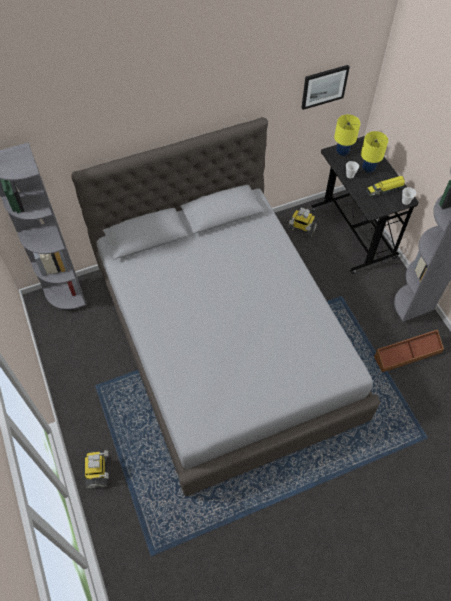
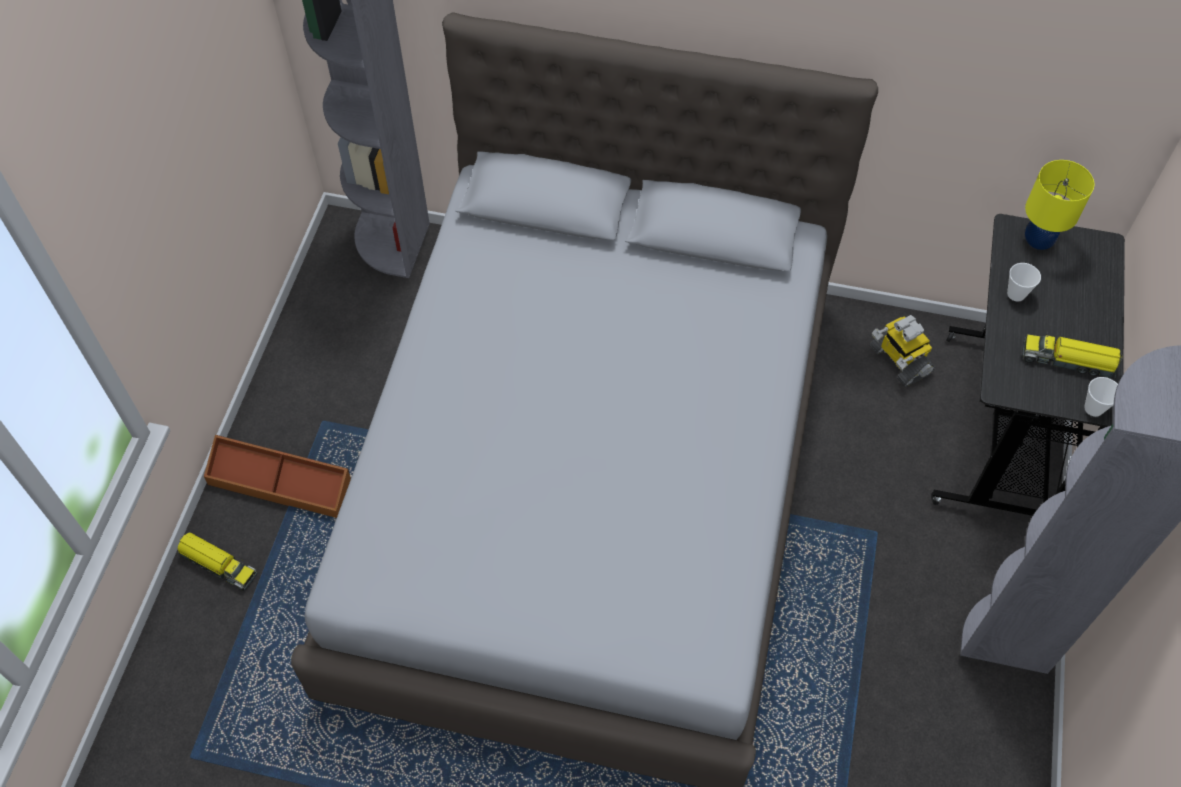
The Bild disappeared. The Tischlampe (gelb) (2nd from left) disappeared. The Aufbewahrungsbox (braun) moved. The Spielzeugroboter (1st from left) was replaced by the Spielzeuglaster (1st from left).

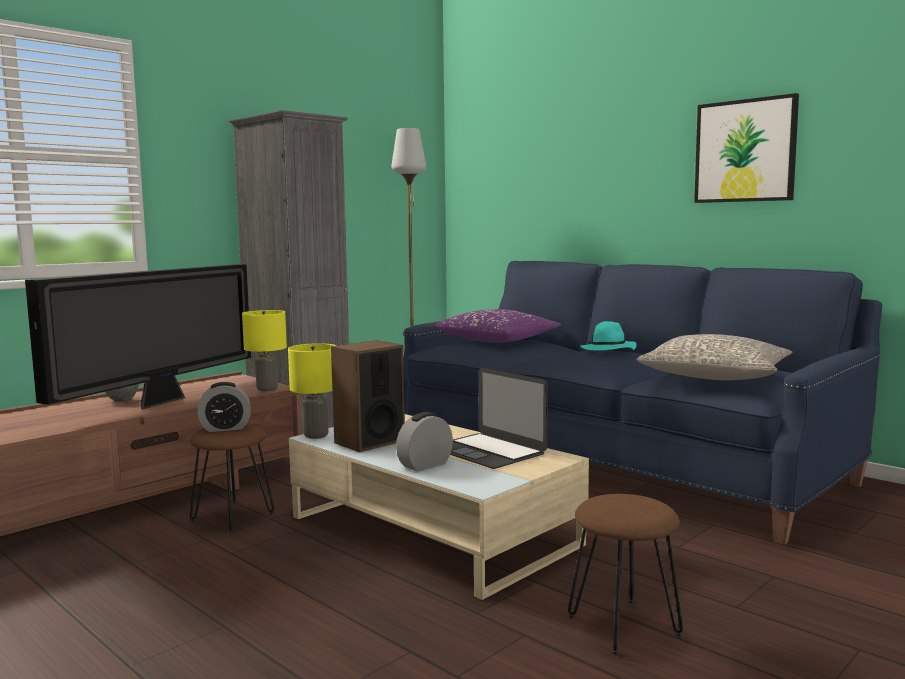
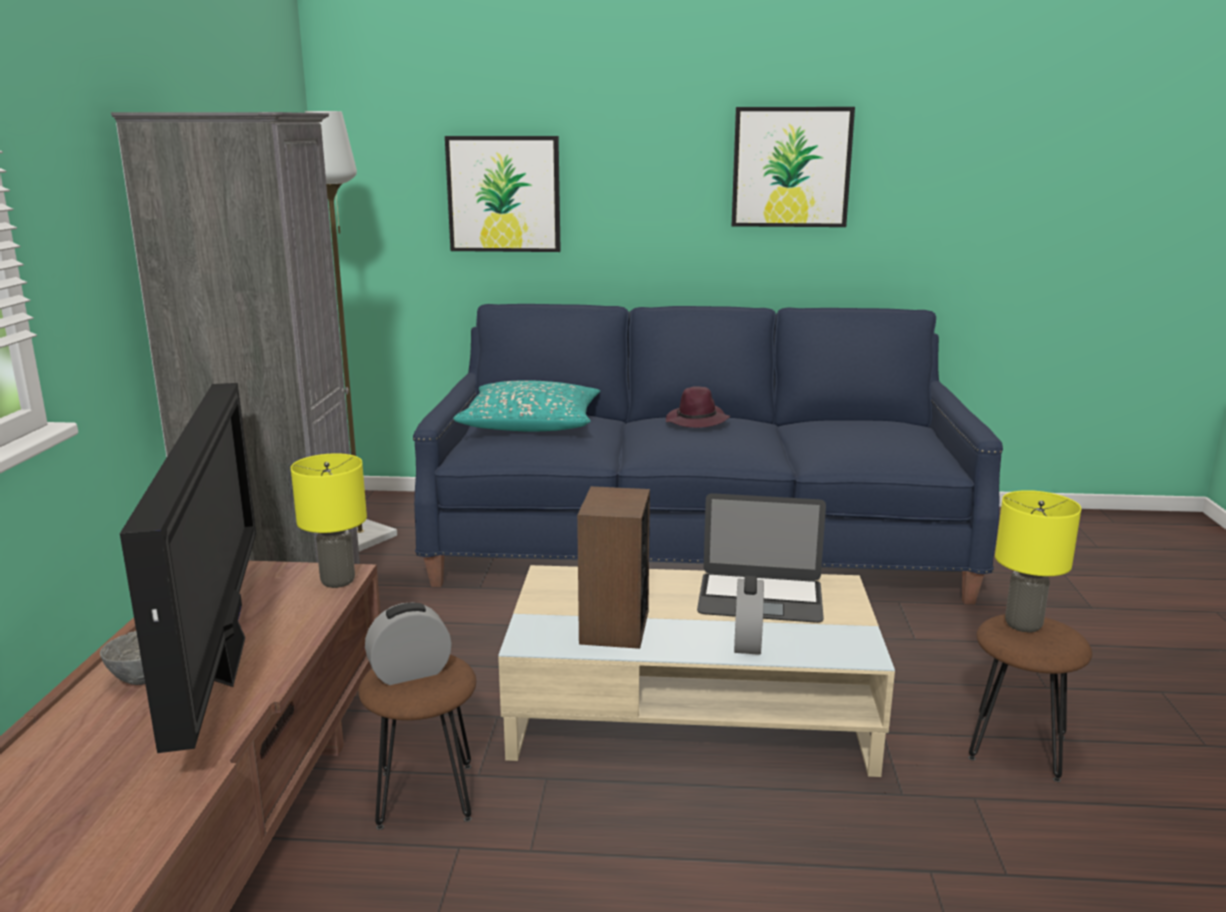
The Kissen (grau) disappeared. The Bild (1st from left) appeared. The Tischlampe (gelb) (2nd from left) moved. The Kissen (lila) became the Kissen (türkis). The Hut (türkis) became the Hut (lila). The Wecker (1st from left) turned 150 degrees counterclockwise.

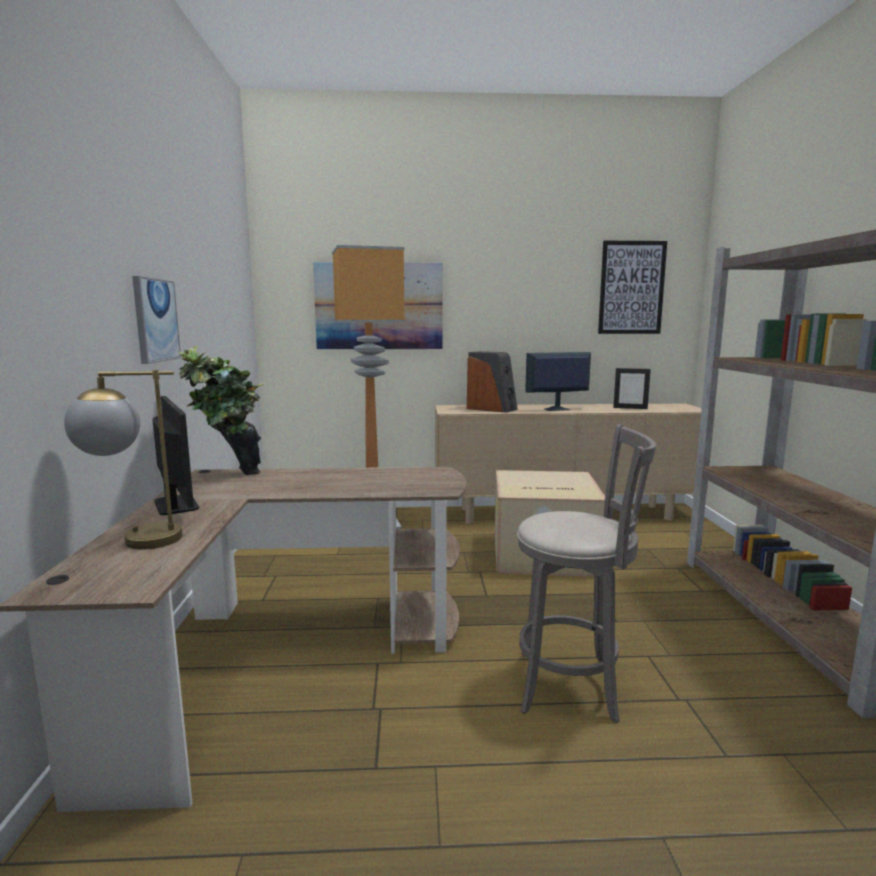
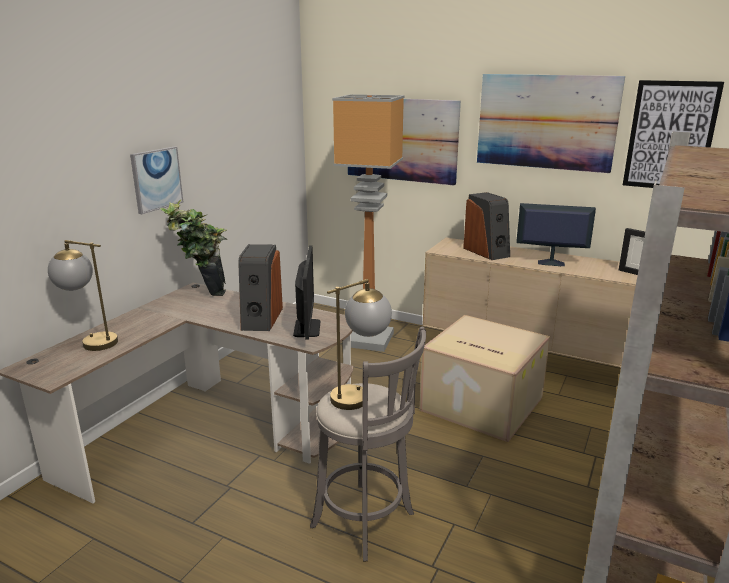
The Lautsprecher (1st from left) appeared. The Tischlampe (2nd from left) appeared. The Bild (3rd from left) appeared. The Monitor (1st from left) moved.

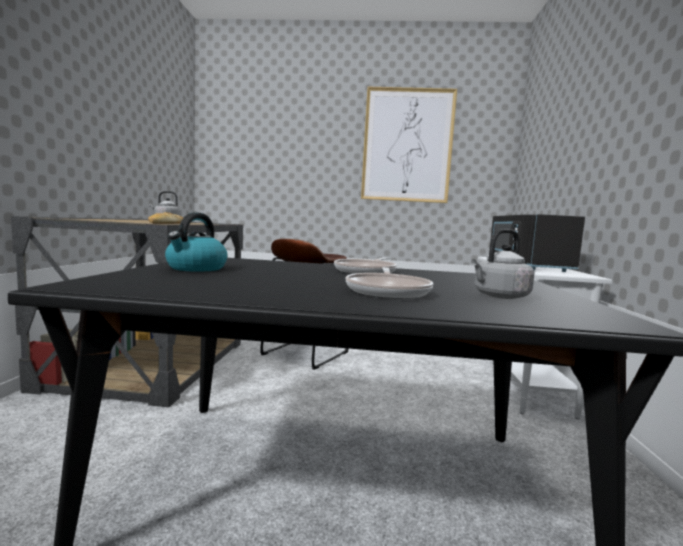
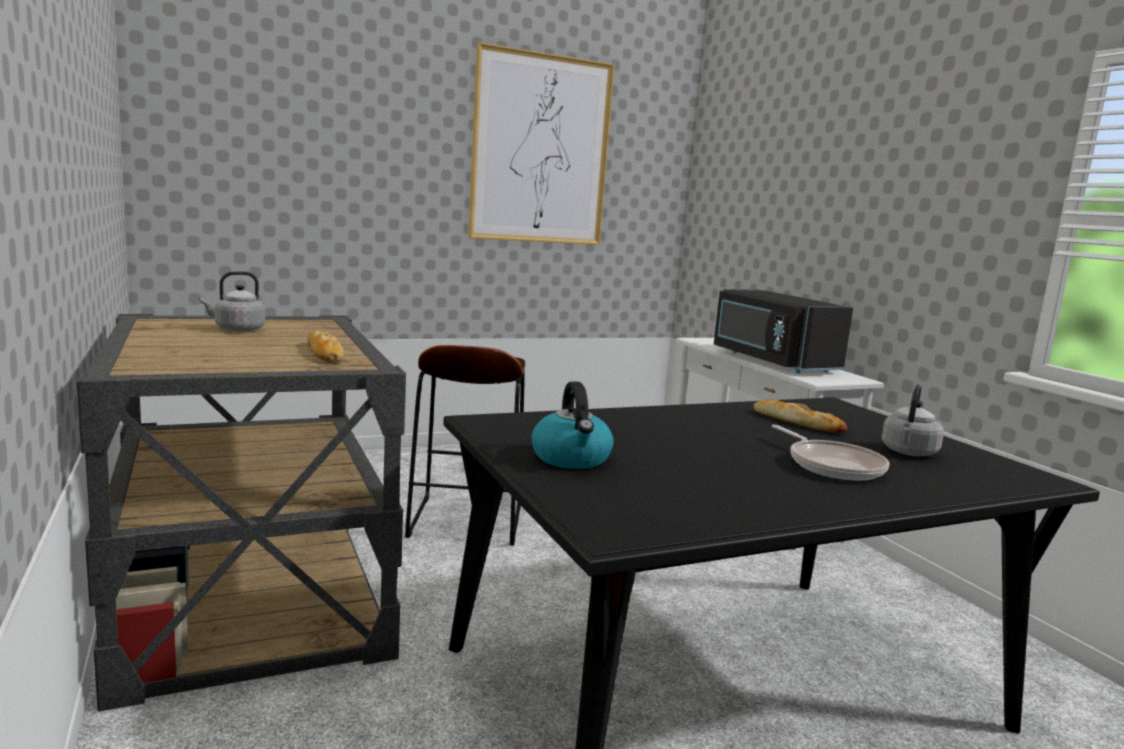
The Pfanne (1st from left) disappeared. The Brot (2nd from left) appeared.

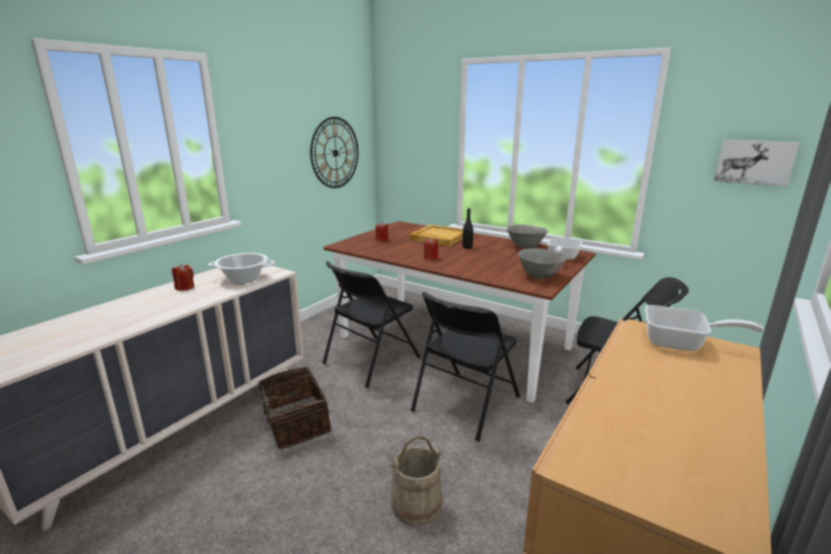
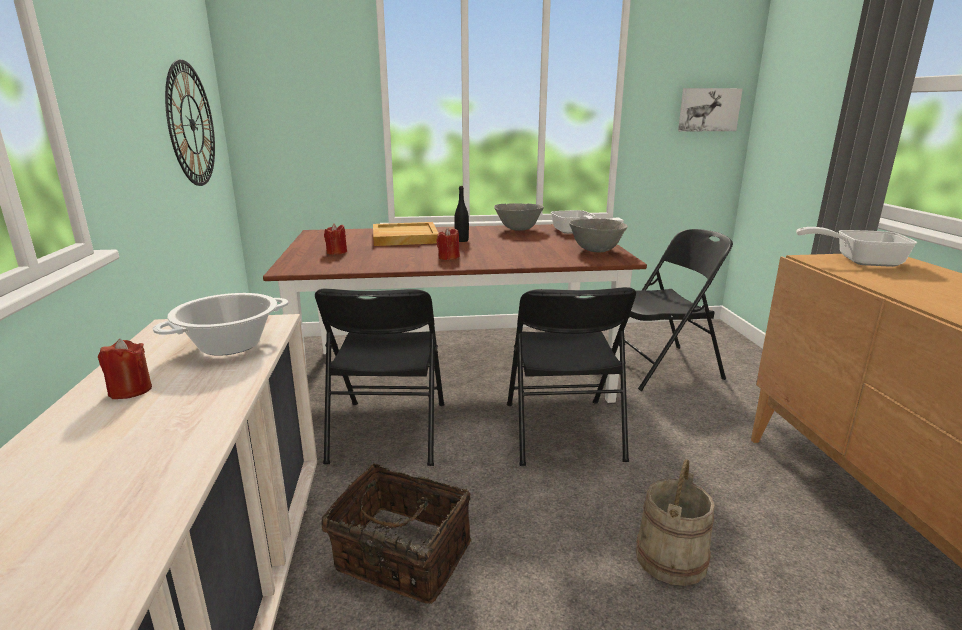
The Pfanne (2nd from left) turned 150 degrees counterclockwise.

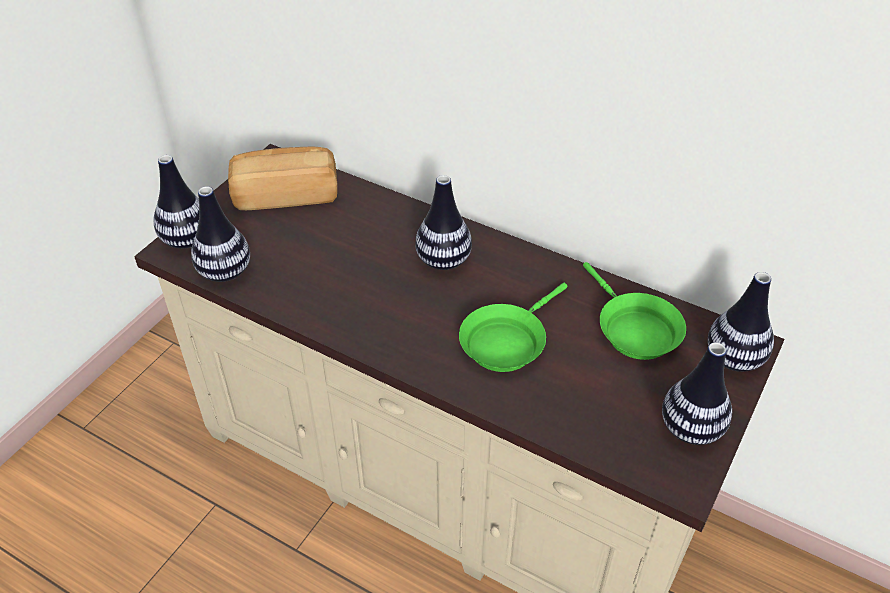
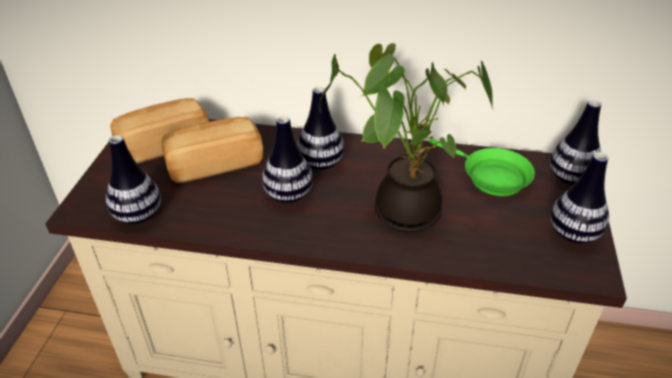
The Brot (2nd from left) appeared. The Vase (1st from left in the first image) moved. The Pfanne (grün) (1st from left) was replaced by the Topfpflanze.

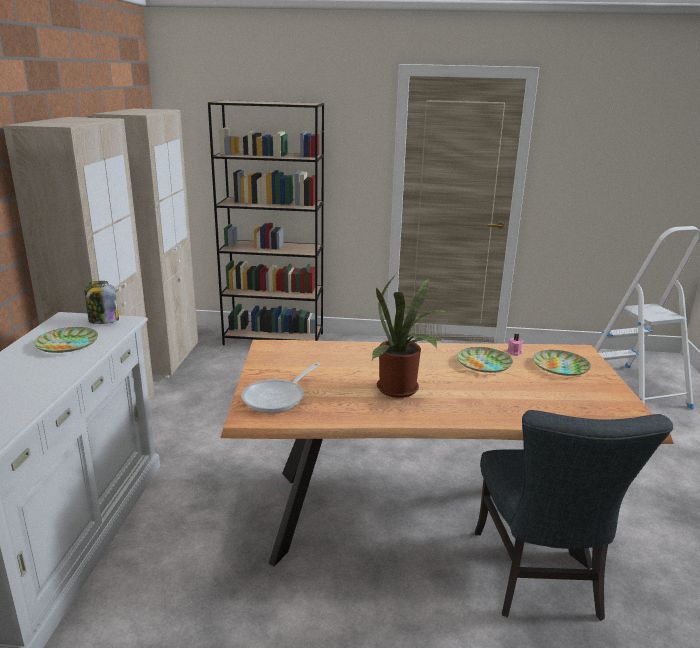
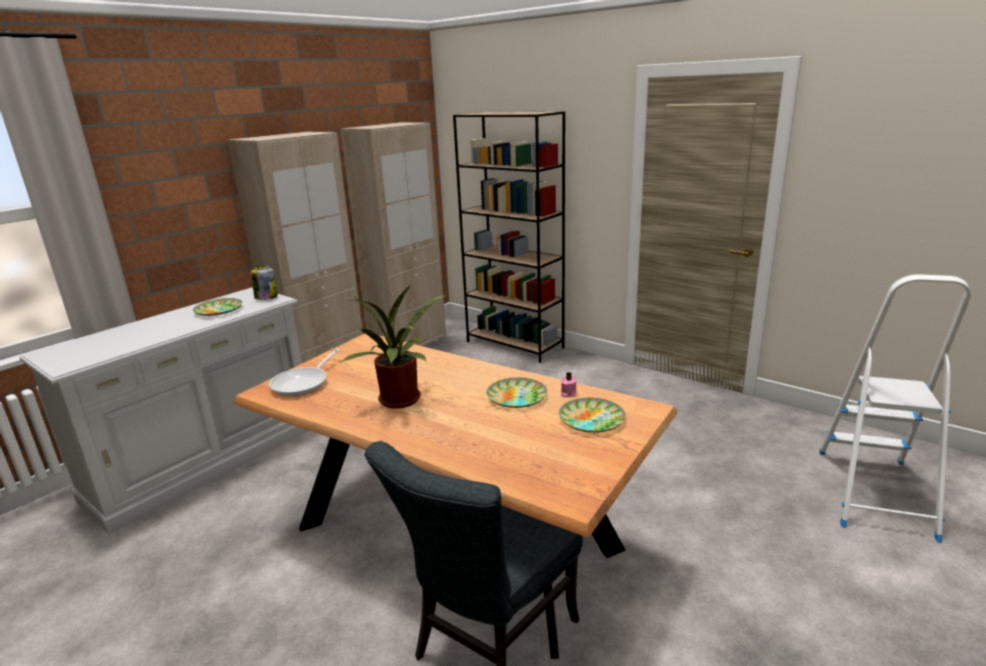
The Pfanne turned 45 degrees counterclockwise.

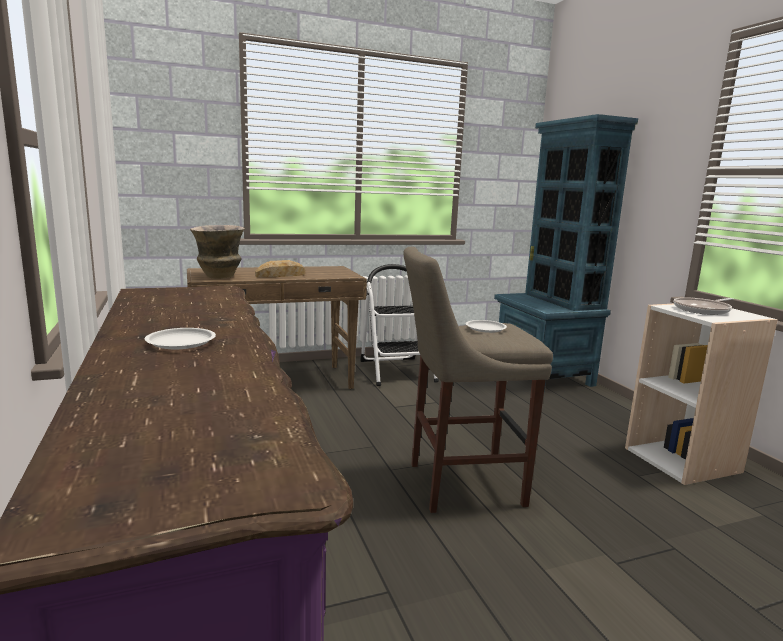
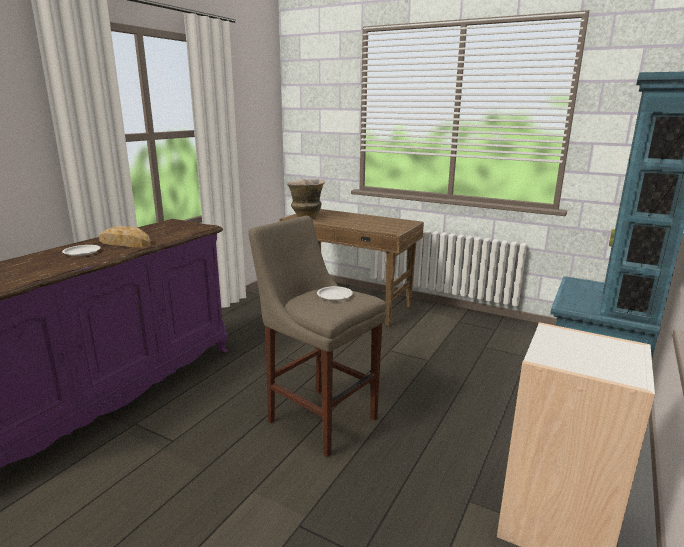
The Trittleiter disappeared. The Pfanne disappeared. The Brot moved.

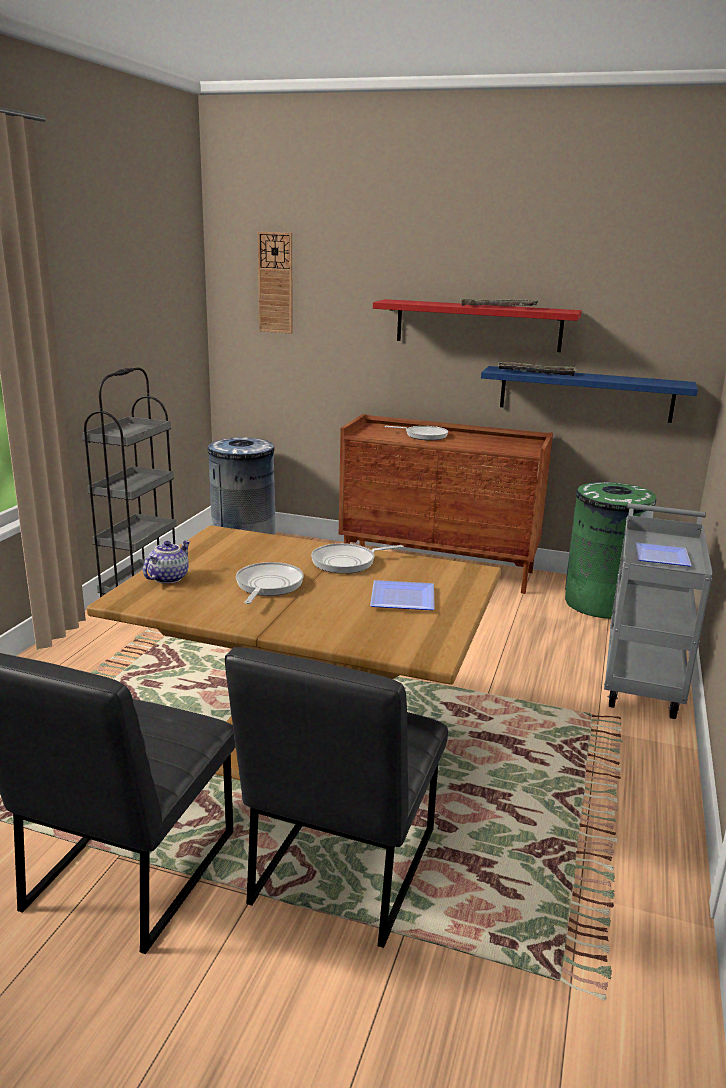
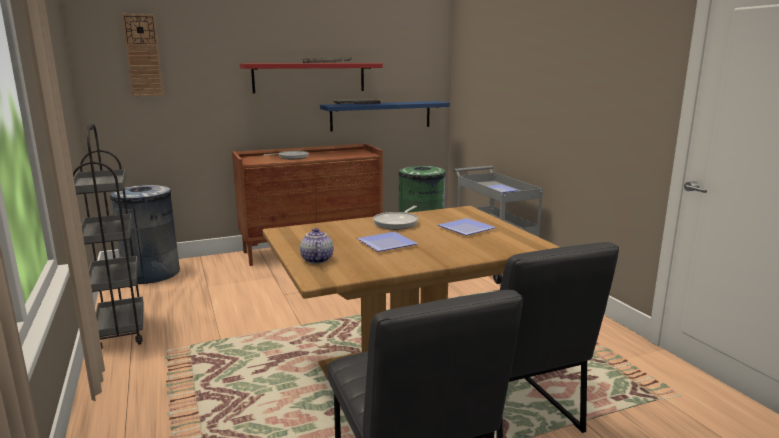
The Pfanne (1st from left) was replaced by the Teller (1st from left).

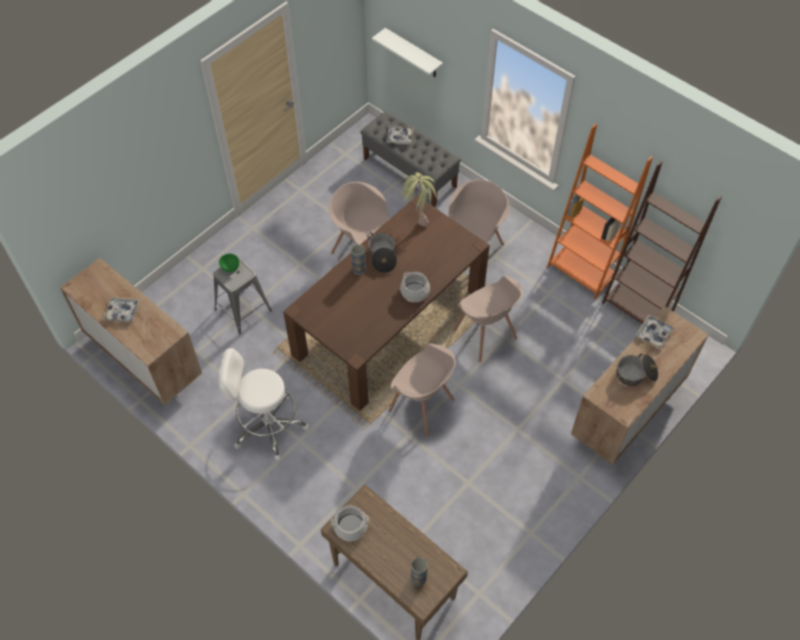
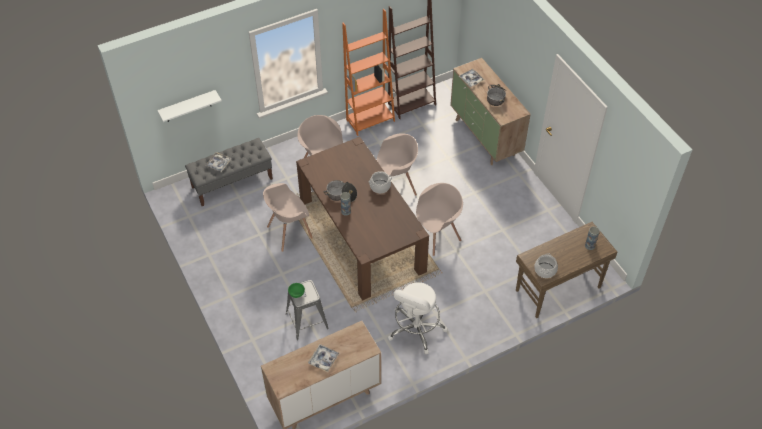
The Topfpflanze disappeared.

